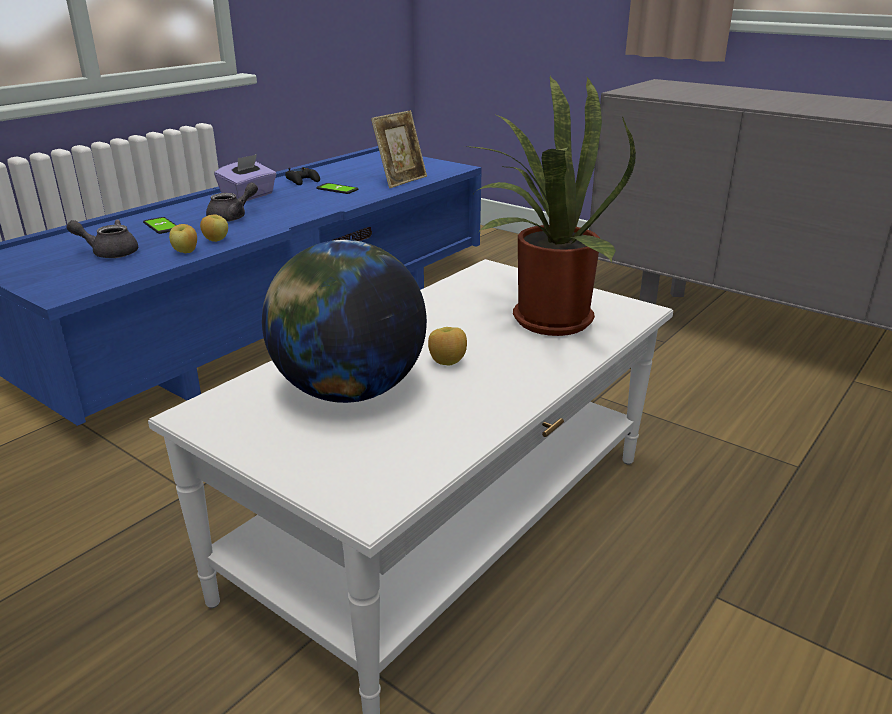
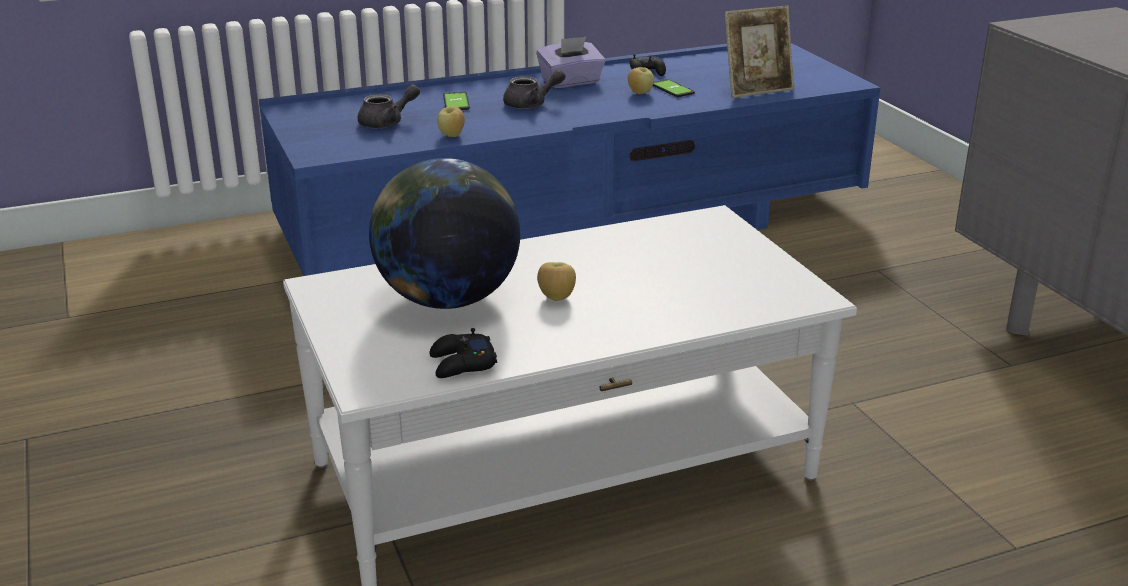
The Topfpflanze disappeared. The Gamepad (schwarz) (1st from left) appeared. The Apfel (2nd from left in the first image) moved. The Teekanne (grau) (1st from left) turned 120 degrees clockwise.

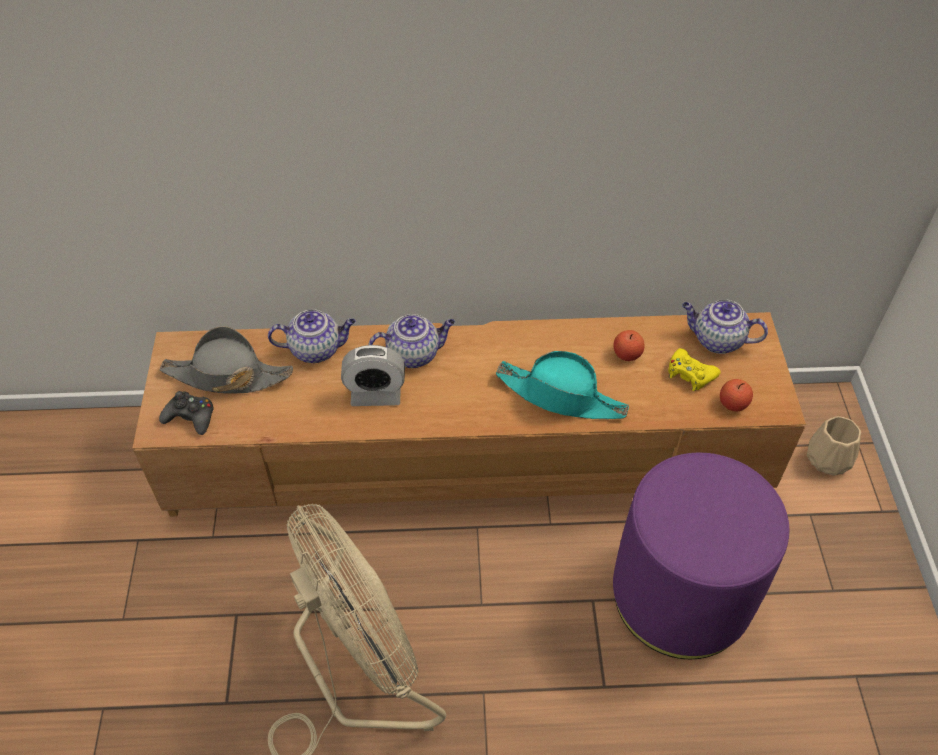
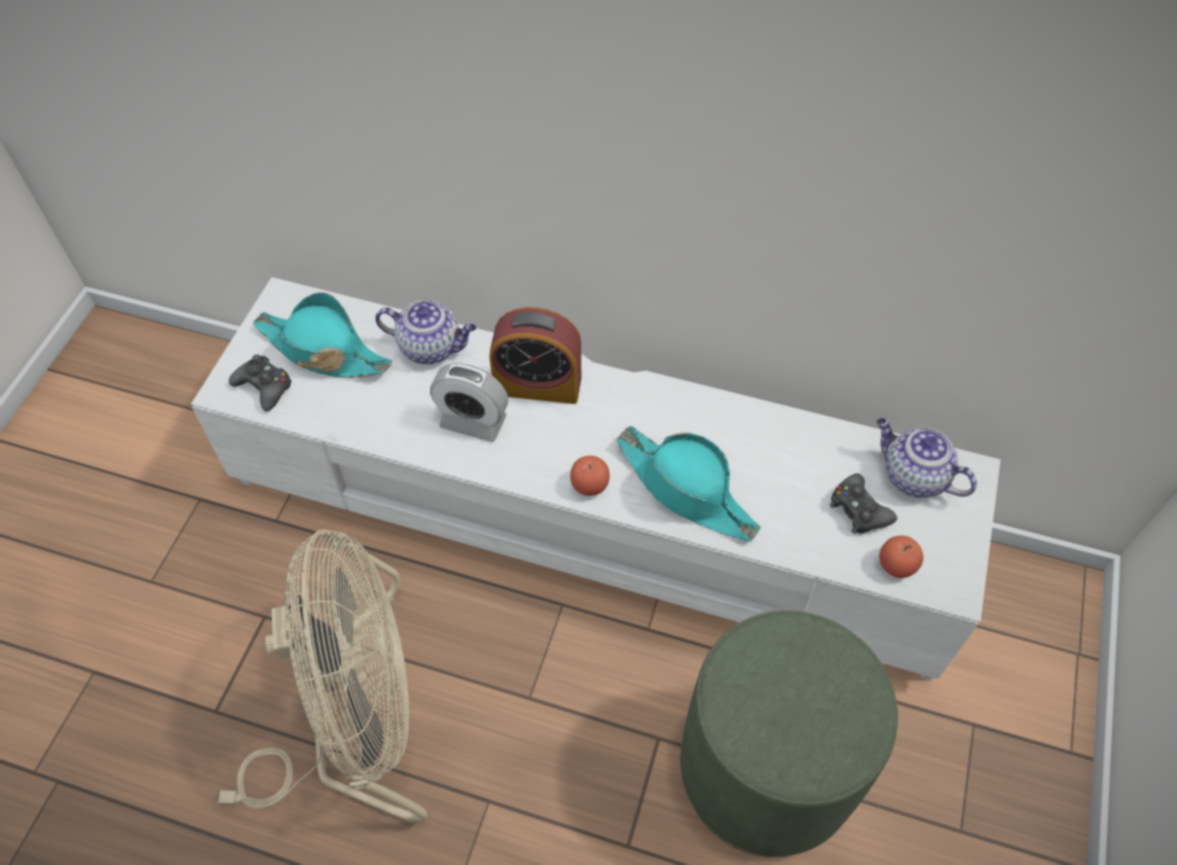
The Vase (beige) disappeared. The Apfel (1st from left) moved. The Teekanne (2nd from left) was replaced by the Wecker (2nd from left). The Fernsehschrank (braun) became the Fernsehschrank (weiß). The Hut (grau) became the Hut (türkis) (1st from left). The Polsterhocker (lila) became the Polsterhocker (grün). The Gamepad (gelb) became the Gamepad (schwarz) (2nd from left).

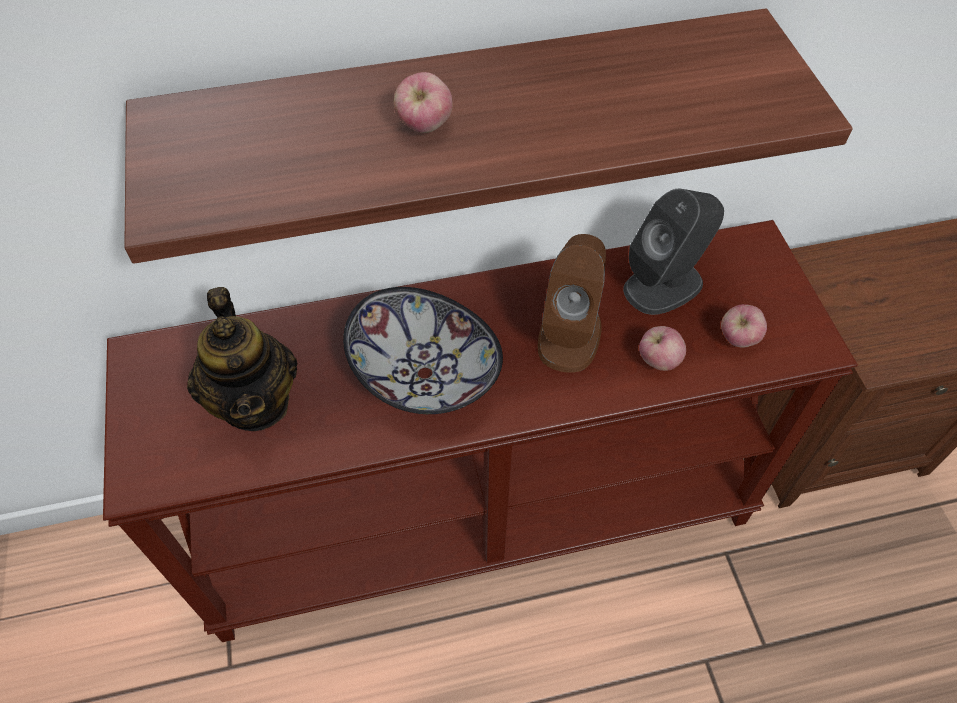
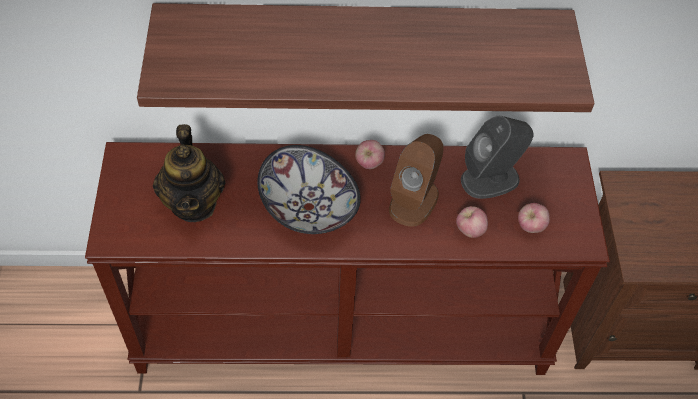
The Apfel (1st from left) moved.

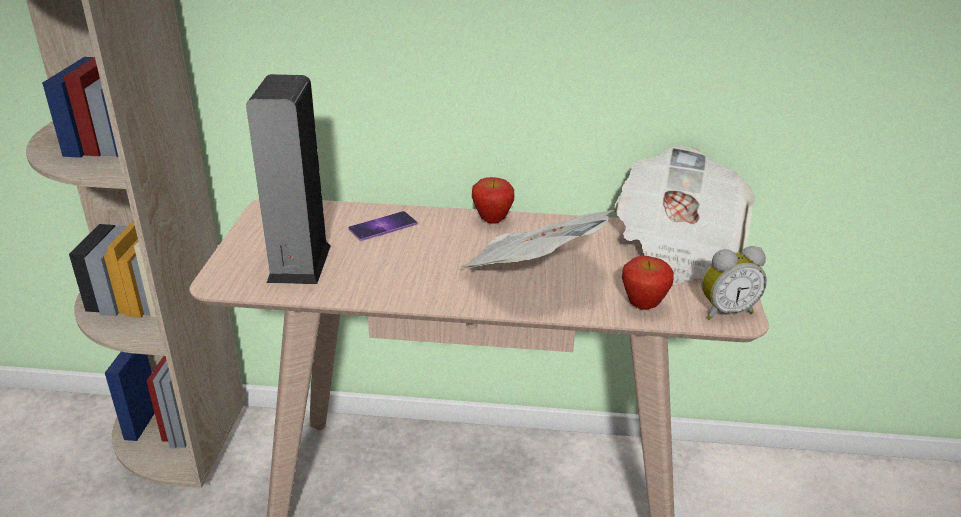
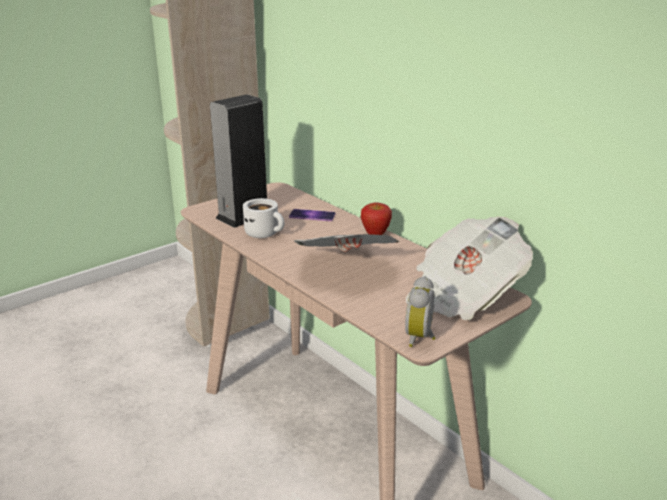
The Apfel (2nd from left) disappeared. The Henkelbecher (weiß) appeared. The Wecker turned 75 degrees clockwise.

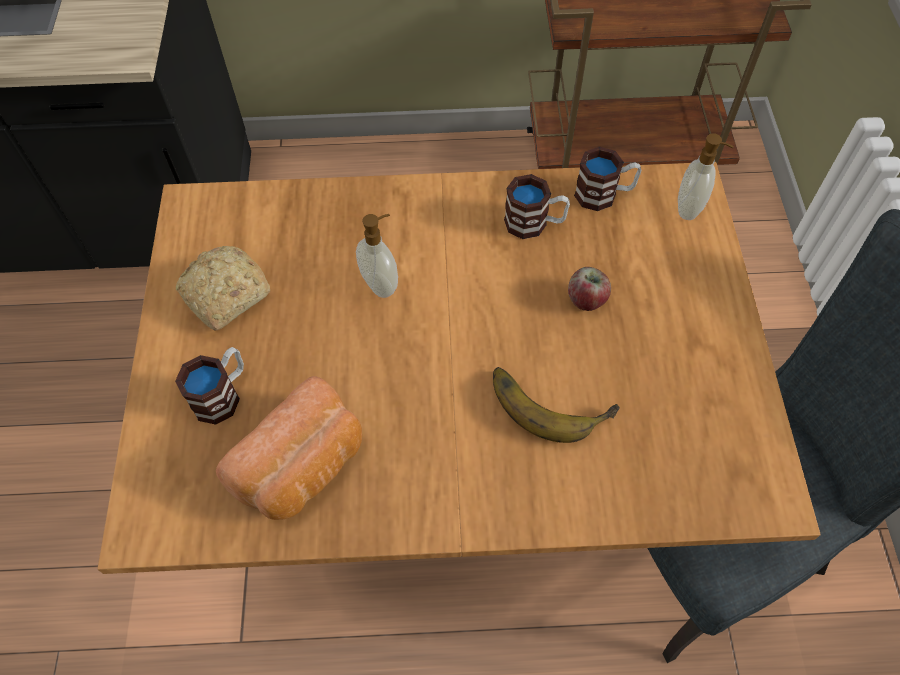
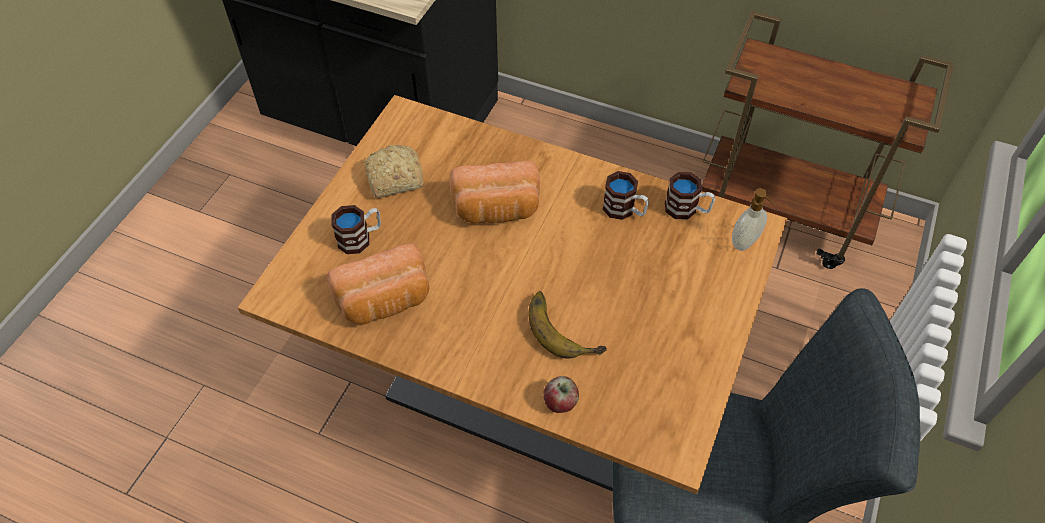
The Apfel moved. The Seifenspender (1st from left) was replaced by the Brot (3rd from left).

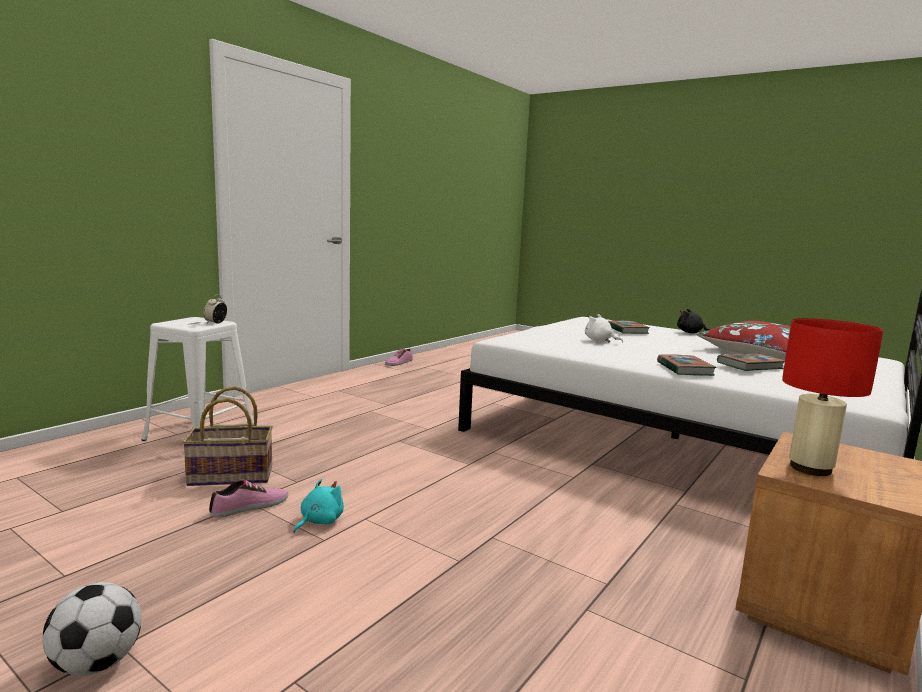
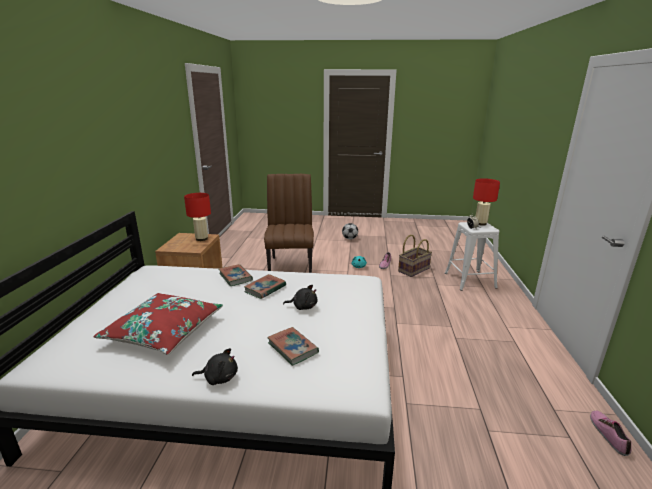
The Stuhl (braun) appeared. The Tischlampe (rot) (2nd from left) appeared. The Buch (3rd from left in the first image) moved. The Plüschtier (weiß) became the Plüschtier (schwarz) (2nd from left).

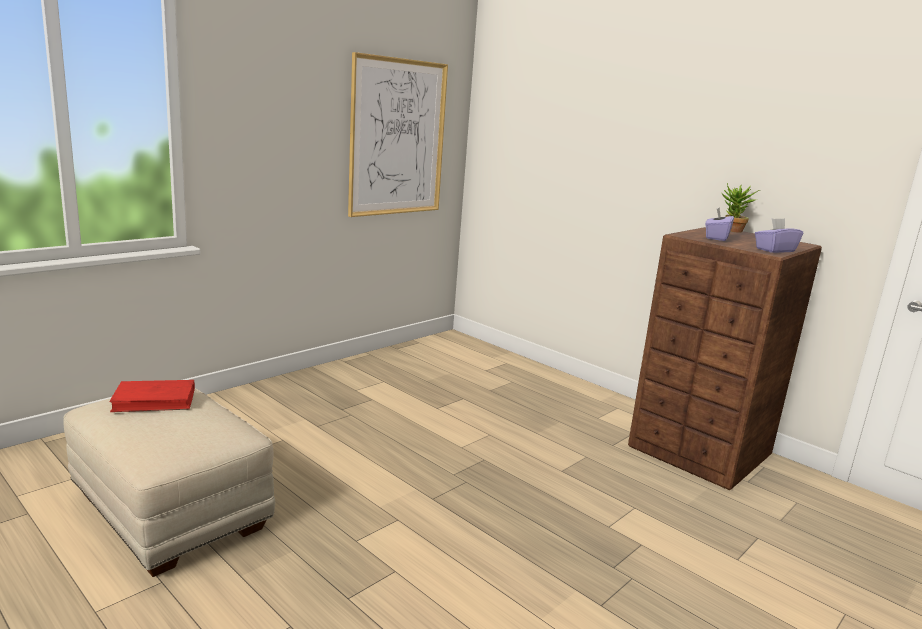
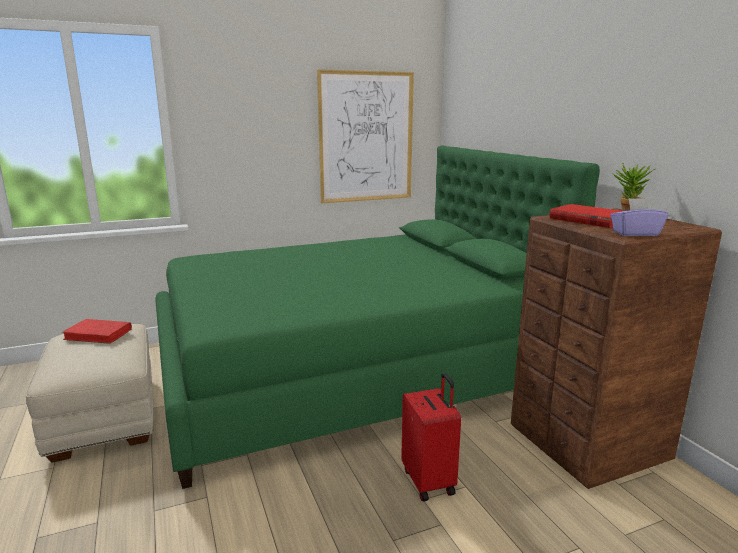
The Bett (grün) appeared. The Koffer (rot) appeared. The Taschentuchbox (lila) (1st from left) was replaced by the Buch (rot) (2nd from left).

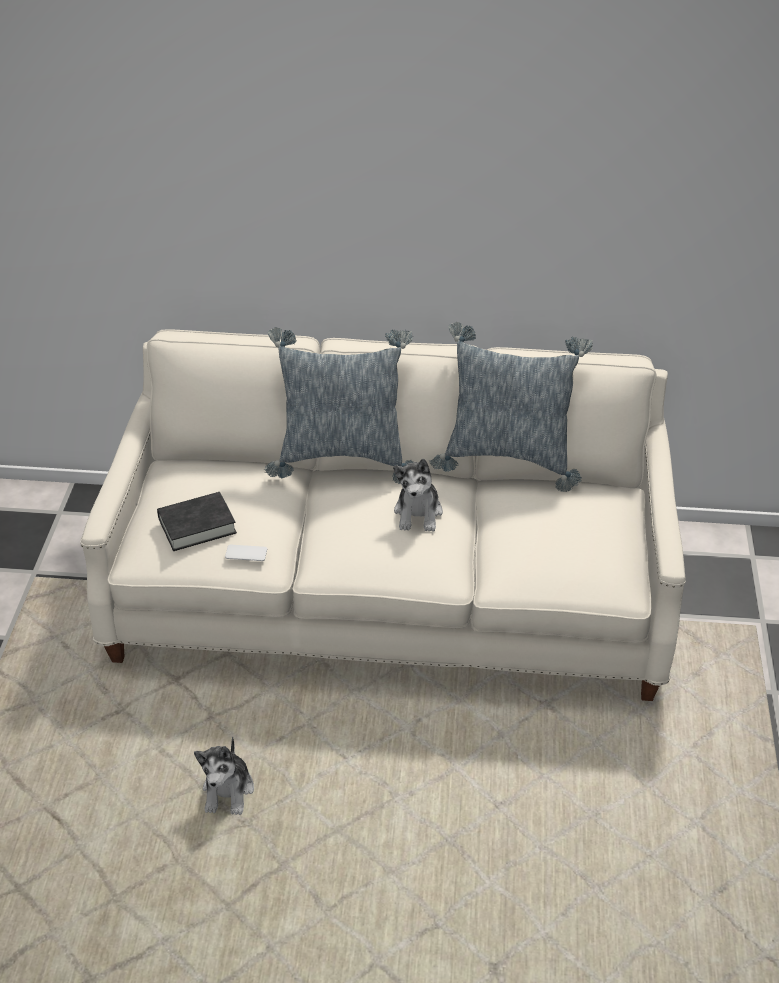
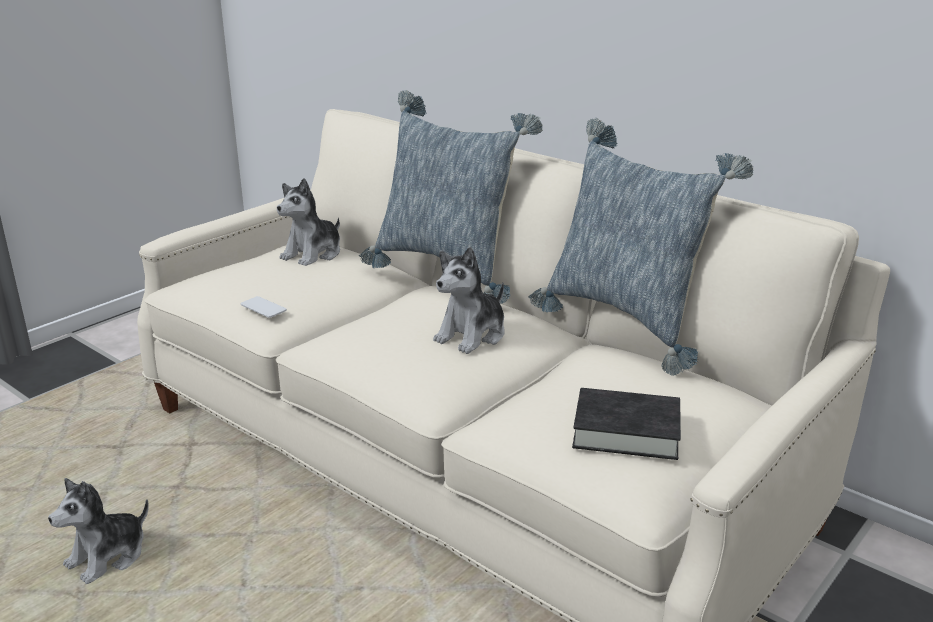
The Plüschtier (2nd from left) appeared. The Buch (schwarz) moved.

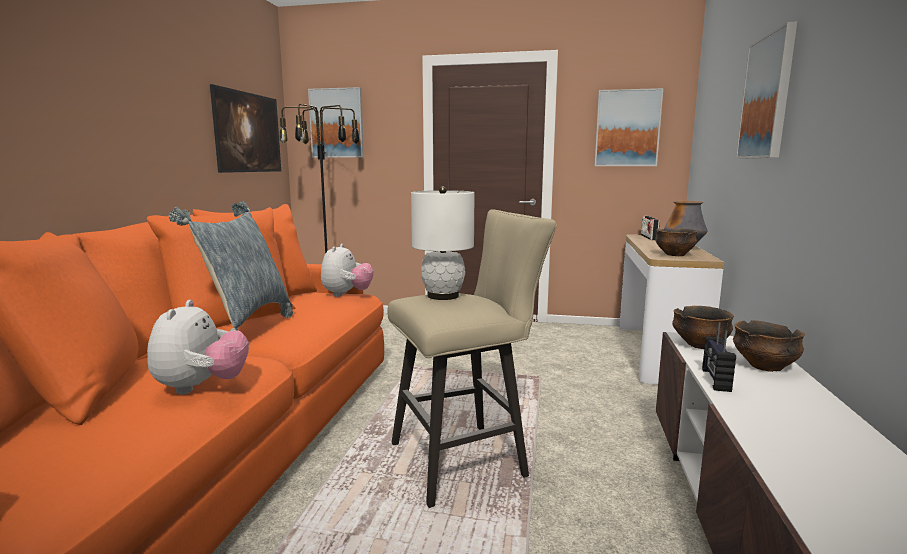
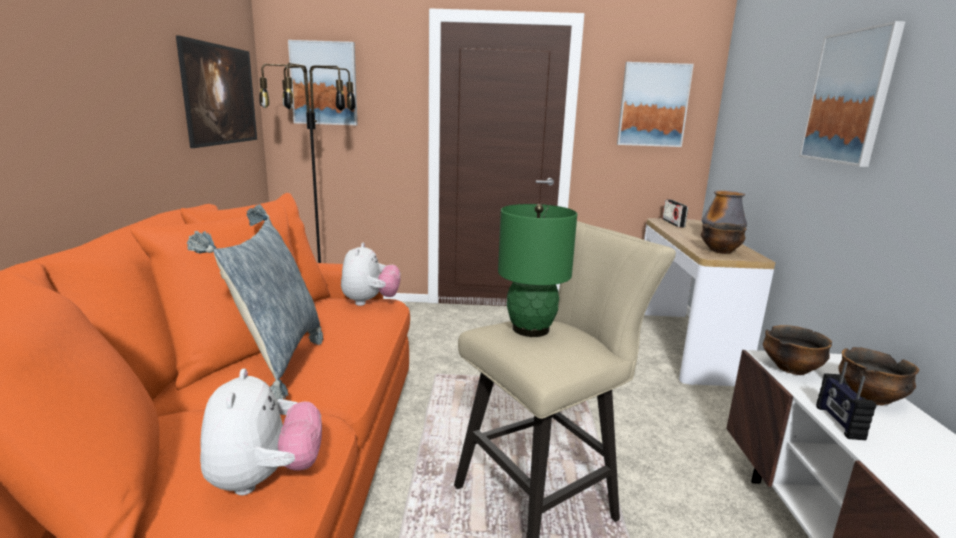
The Tischlampe (weiß) became the Tischlampe (grün).

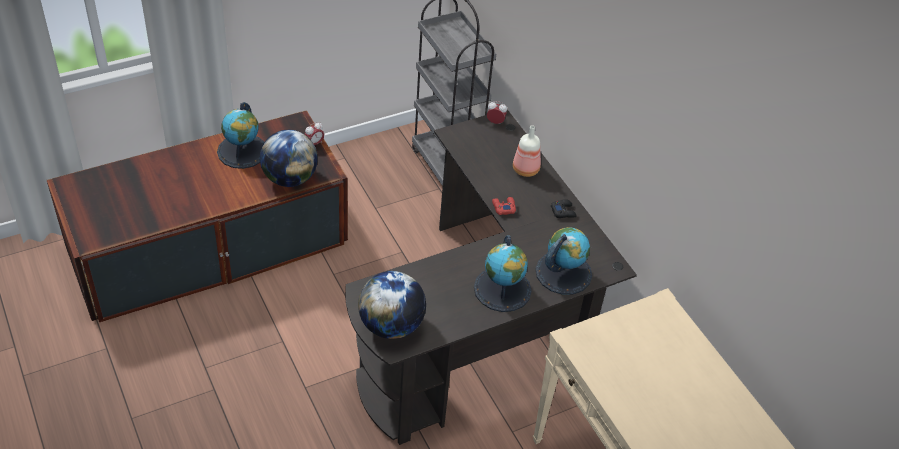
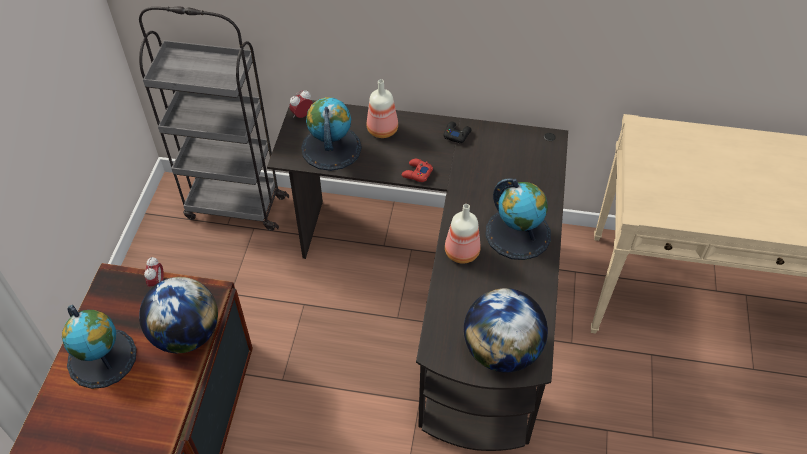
The Flasche (2nd from left) appeared. The Globus (5th from left in the first image) moved.

